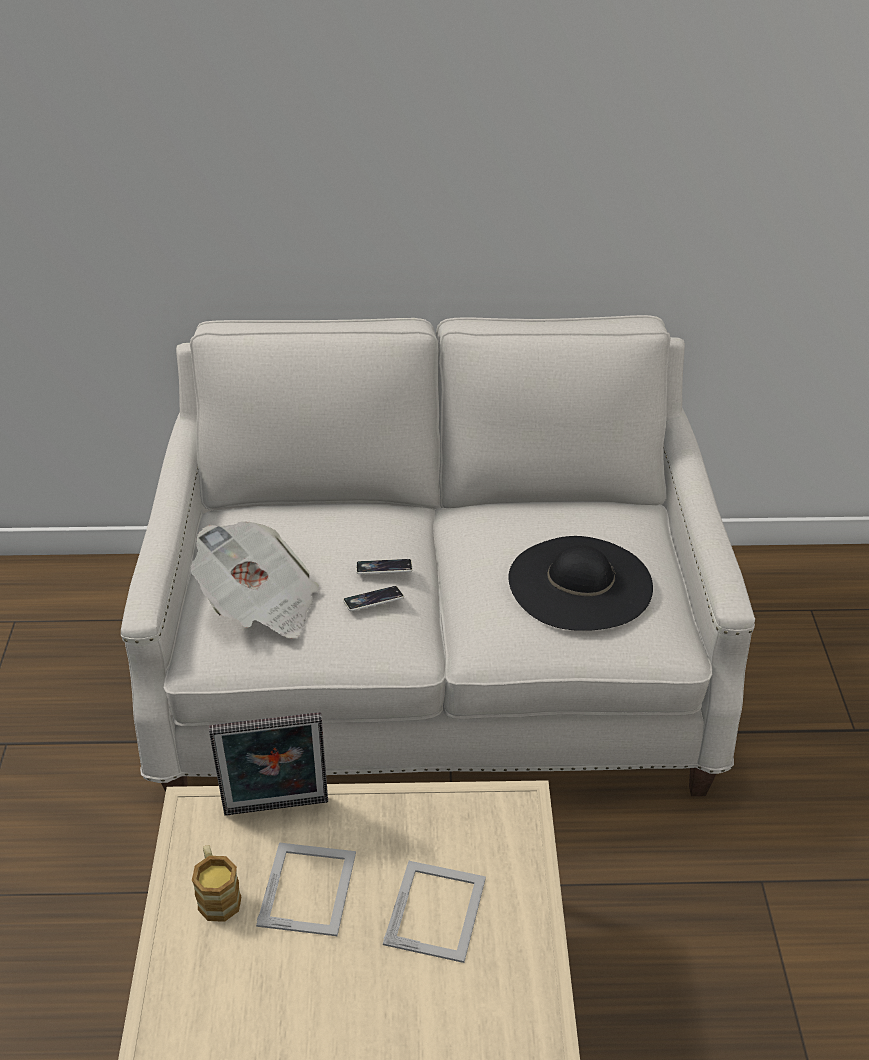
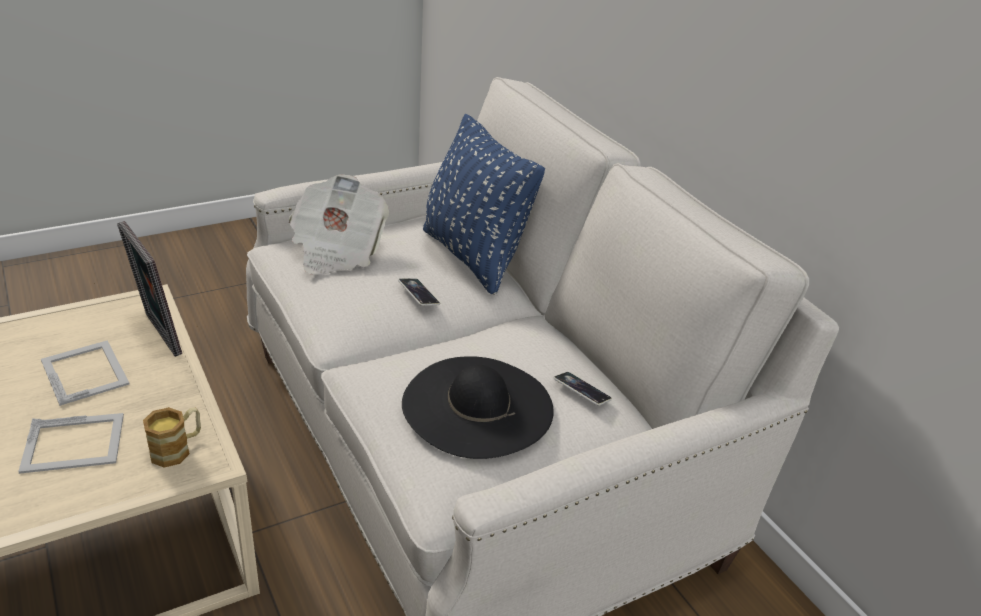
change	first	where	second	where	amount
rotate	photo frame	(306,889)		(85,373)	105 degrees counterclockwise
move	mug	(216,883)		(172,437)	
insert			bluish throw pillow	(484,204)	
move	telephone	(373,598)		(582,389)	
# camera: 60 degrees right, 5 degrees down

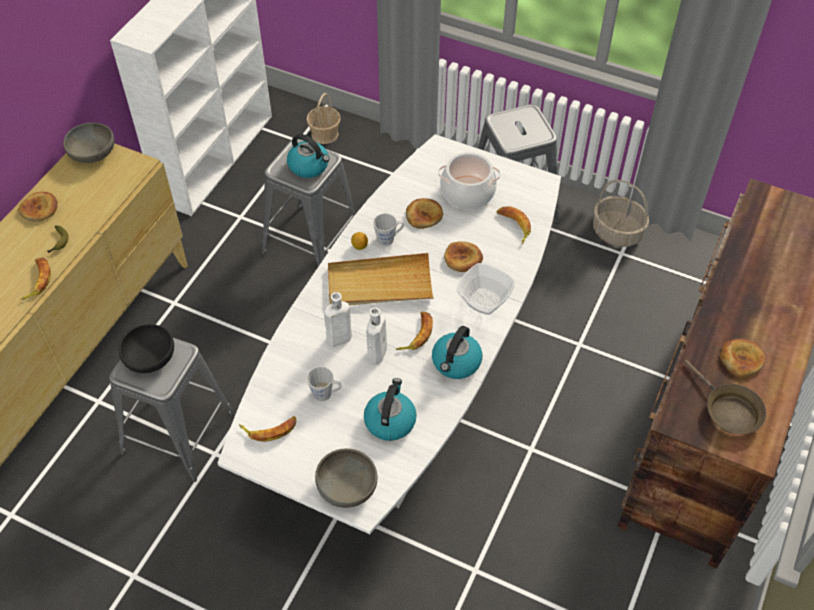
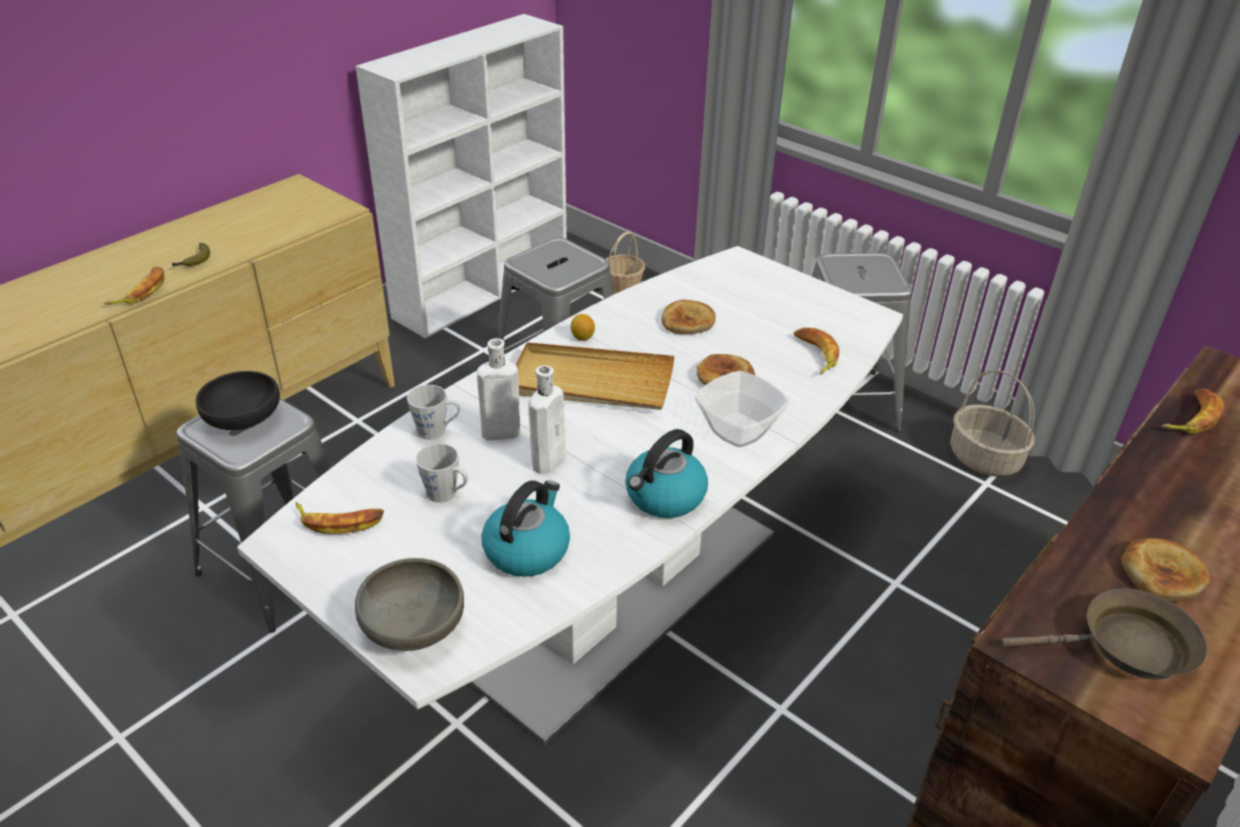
change	first	where	second	where	amount
move	gray mug	(388,229)		(433,412)	
rotate	brown frying pan	(725,397)		(1104,634)	75 degrees counterclockwise
move	banana fruit	(414,331)		(1192,411)	
delete	baked bread	(38,206)			
delete	gray bowl	(89,142)			
delete	kettle	(308,156)			
delete	stockpot	(469,181)			
# camera: 15 degrees right, 15 degrees down

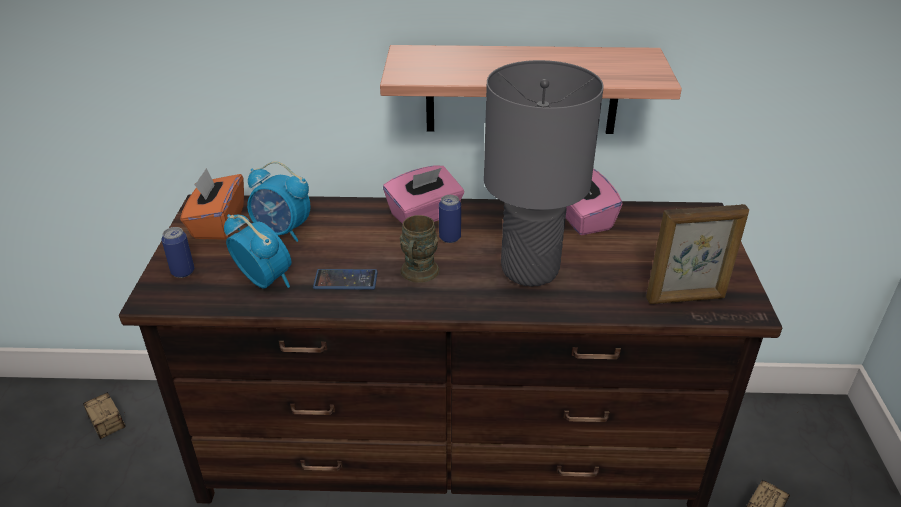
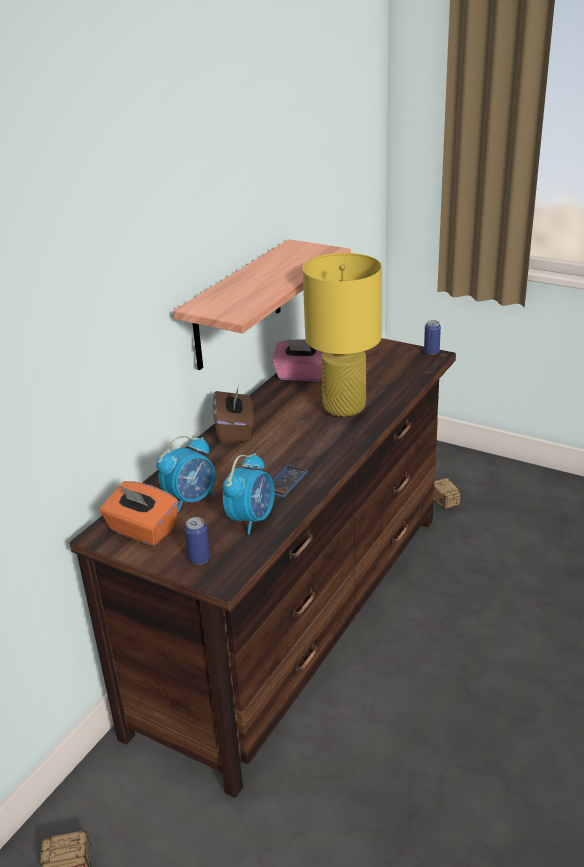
change	first	where	second	where	amount
recolor	pinkish tissue holder	(423,195)	brown tissue holder	(233,414)	
rotate	alarm clock	(258,251)		(248,493)	135 degrees clockwise
recolor	gray tabletop lamp	(544,173)	yellowish tabletop lamp	(342,335)	
move	sealed can	(450,219)		(432,337)	
delete	brown mug	(419,249)			
delete	photo frame	(697,254)			
# camera: 60 degrees left, 5 degrees down

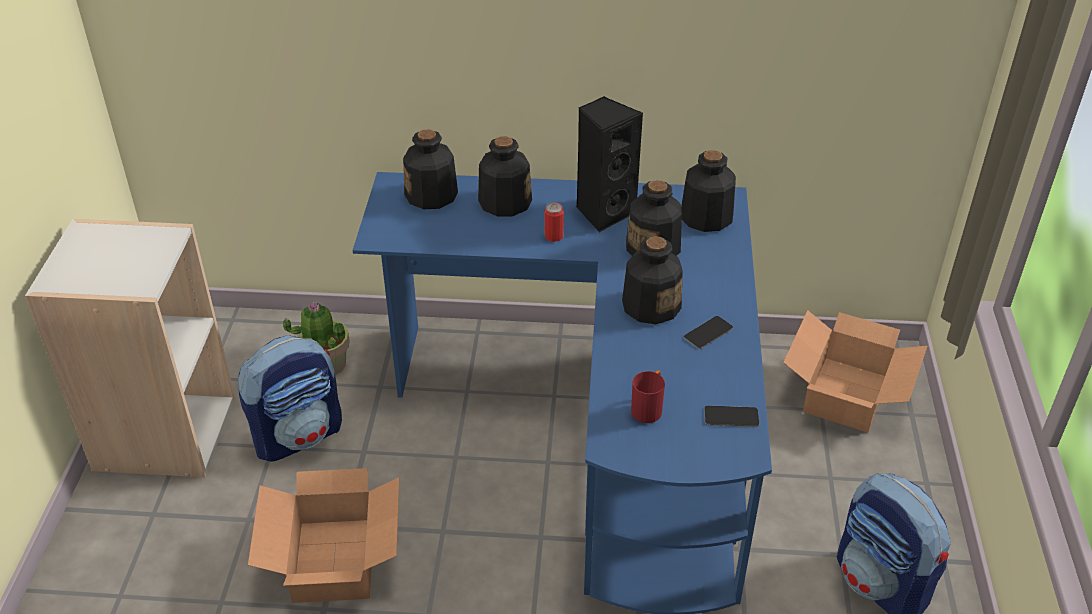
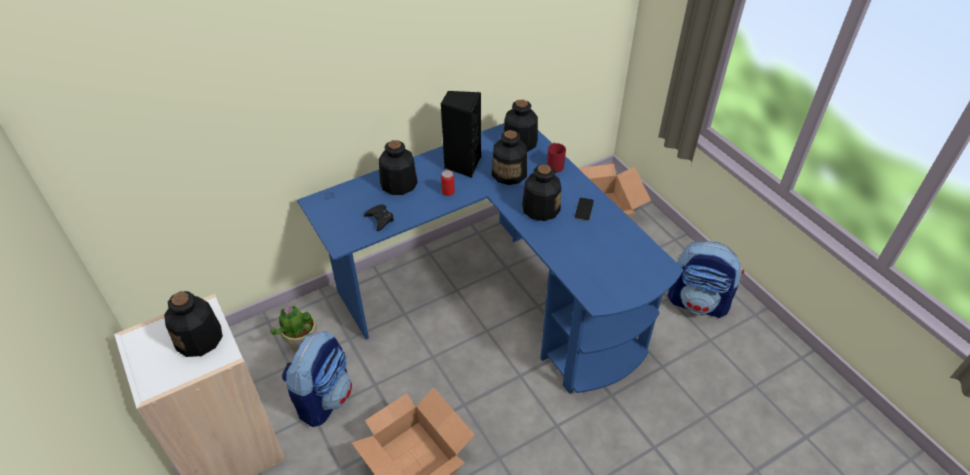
change	first	where	second	where	amount
move	bottle	(430,169)		(193,324)	
insert			black-coloured gamepad	(379,218)	
move	reddish mug	(648,396)		(556,157)	
delete	telephone	(731,416)			
# camera: 35 degrees left, 5 degrees up

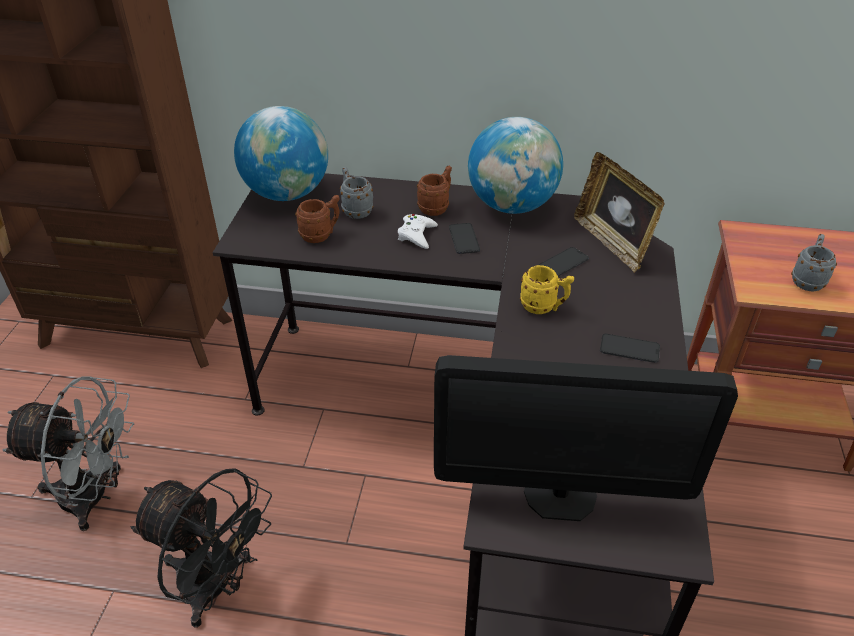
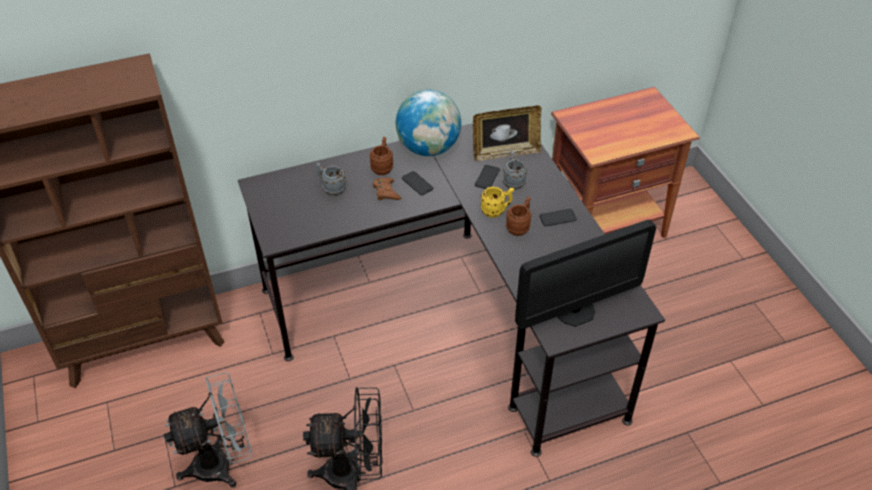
change	first	where	second	where	amount
recolor	white-coloured gamepad	(418,231)	brown gamepad	(387,189)	
rotate	photo frame	(619,212)		(507,133)	45 degrees counterclockwise
move	gray mug	(814,263)		(515,170)	
move	brown mug	(317,219)		(519,216)	
delete	world globe	(281,153)			
# camera: 30 degrees left, 5 degrees up

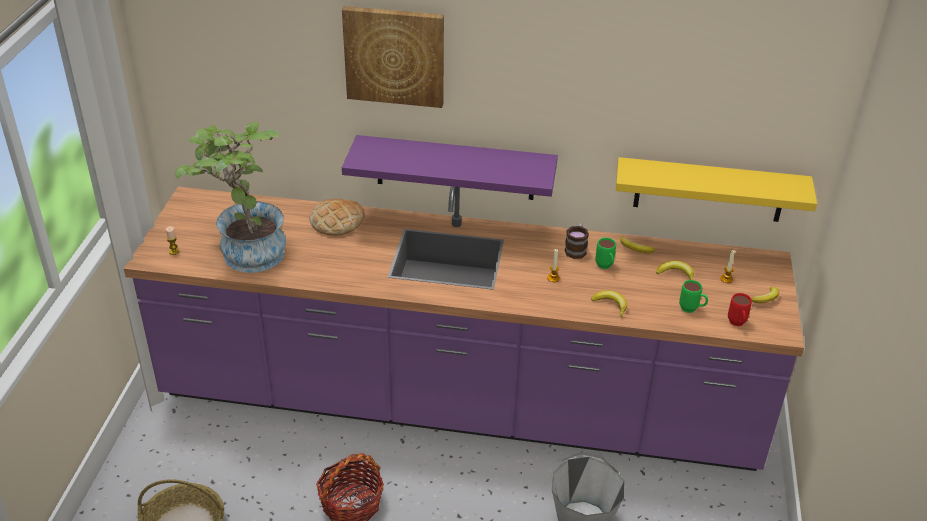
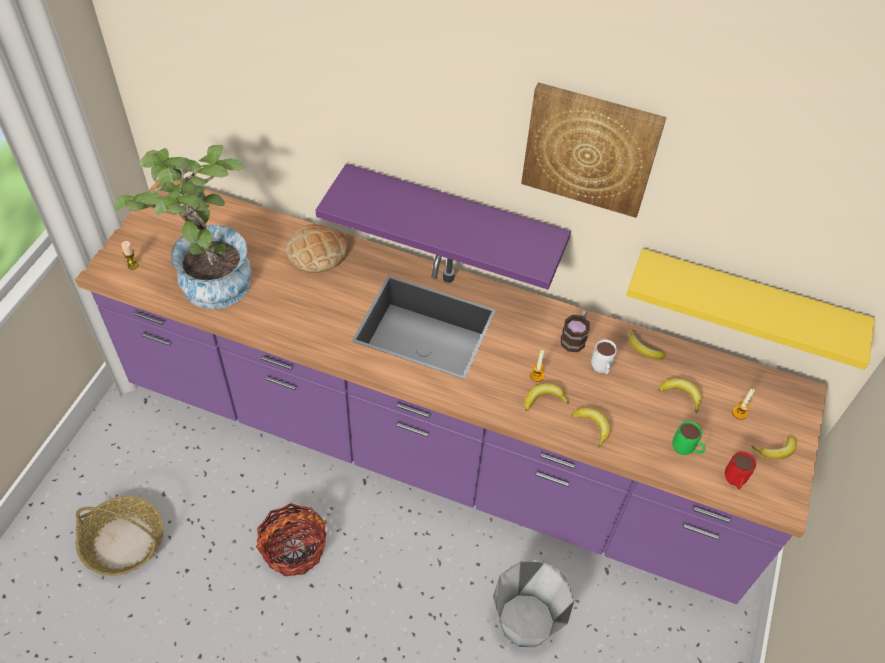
change	first	where	second	where	amount
move	picture	(393,57)		(594,150)	
insert			banana fruit	(546,397)	
recolor	greenish mug	(605,253)	white-coloured mug	(604,357)	
# camera: 10 degrees right, 15 degrees up

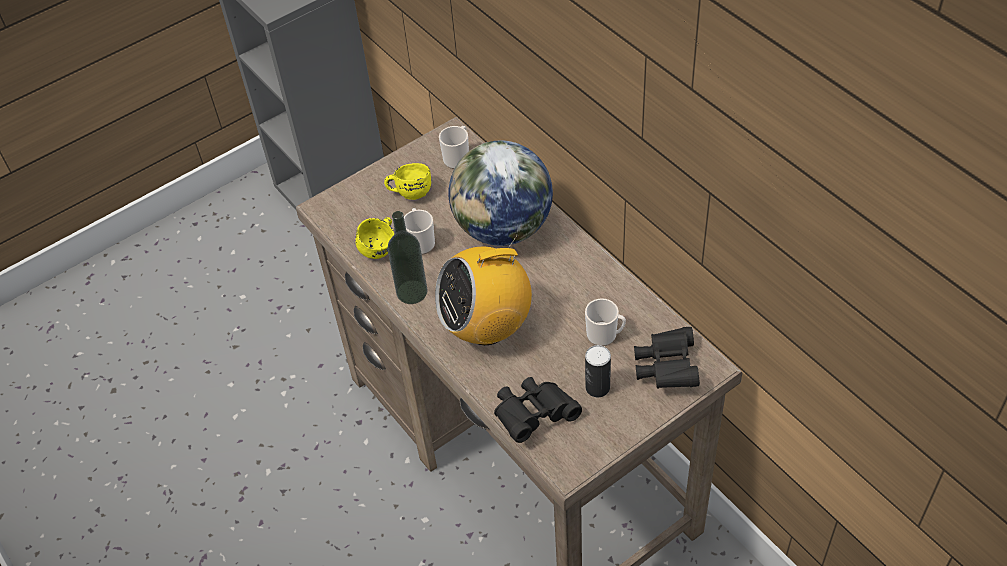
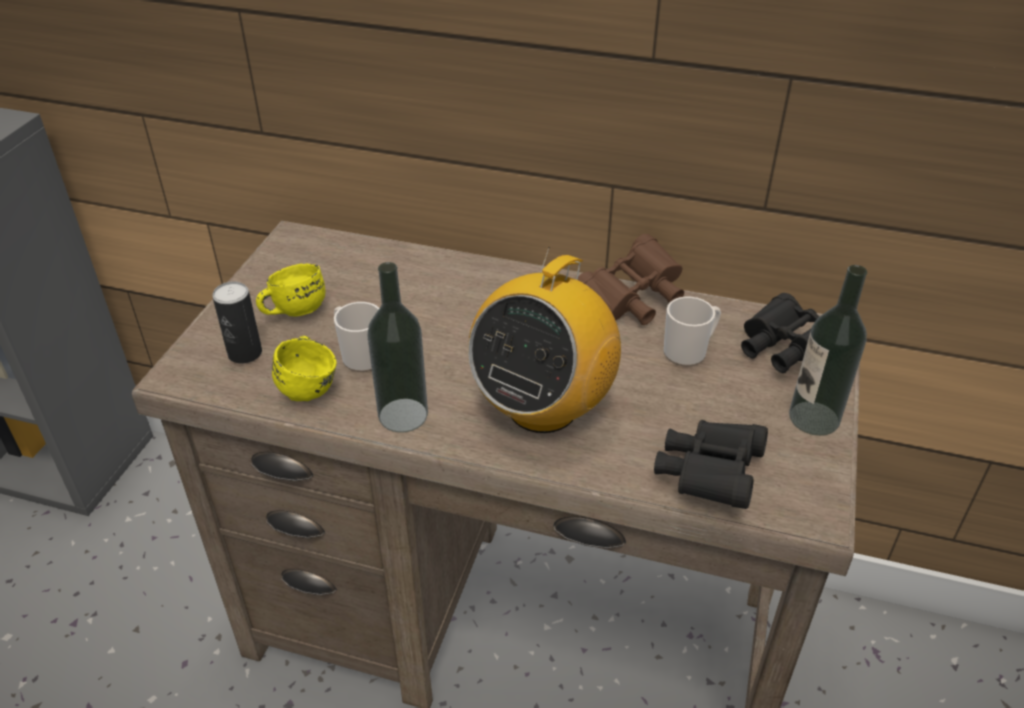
change	first	where	second	where	amount
move	sealed can	(598,371)		(237,322)	
insert			brown binoculars	(631,279)	
insert			bottle	(828,350)	
delete	mug	(454,147)			
delete	world globe	(501,193)			
# camera: 40 degrees left, 10 degrees down

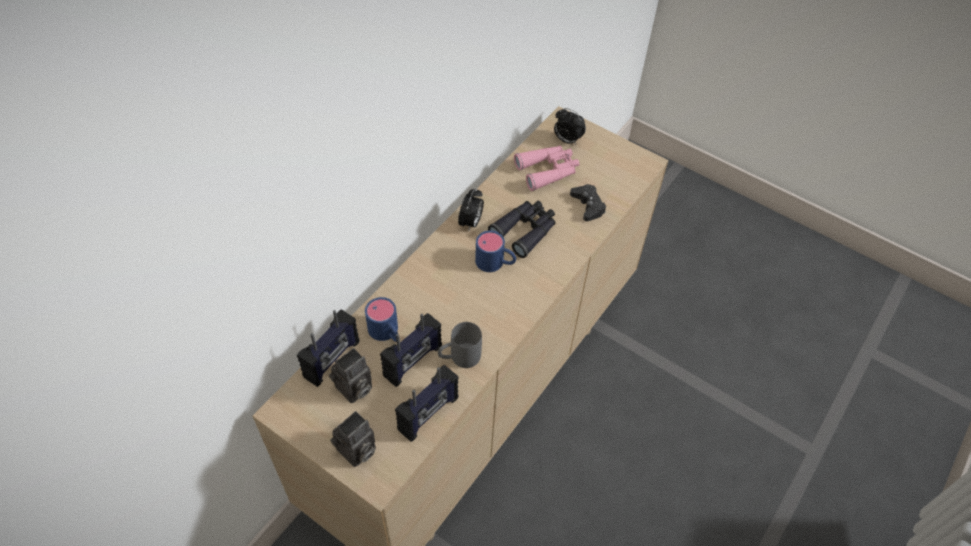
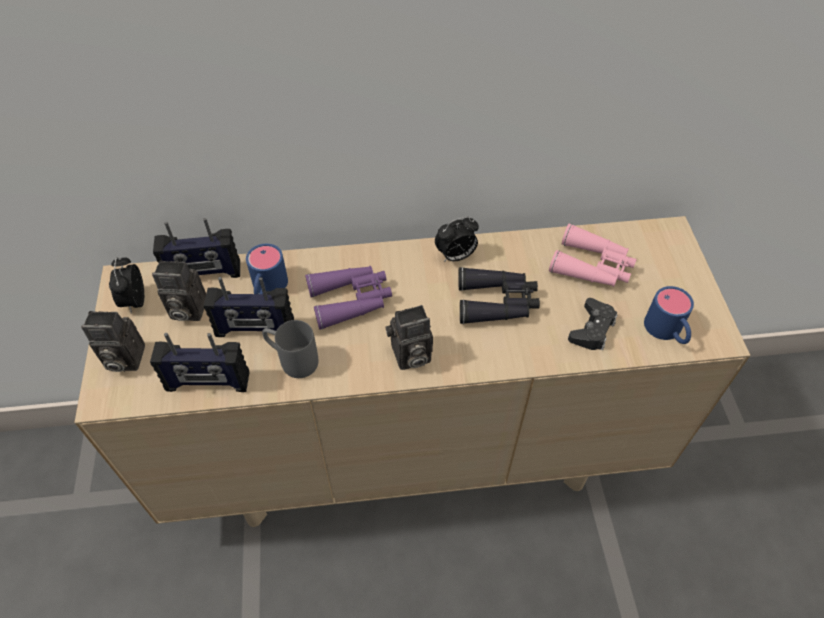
change	first	where	second	where	amount
move	alarm clock	(570,126)		(126,285)	
insert			purple-coloured binoculars	(348,298)	
insert			still camera	(409,337)	
move	bluish mug	(495,251)		(669,315)	
# camera: 50 degrees right, 0 degrees up

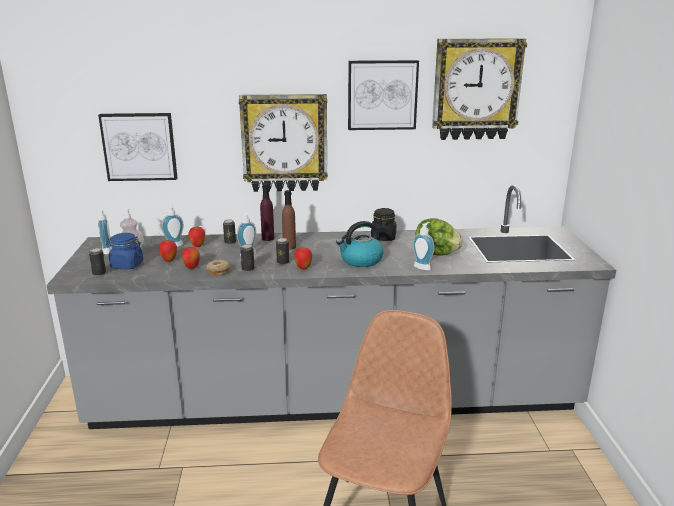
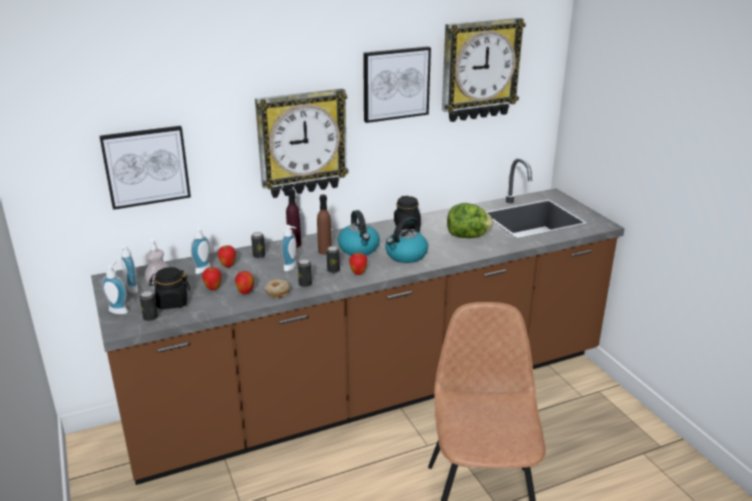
change	first	where	second	where	amount
recolor	gray kitchen base unit	(331,307)	brown kitchen base unit	(358,321)	
move	soap dispenser	(424,246)		(115,288)	
recolor	bluish jar	(124,251)	black-coloured jar	(169,288)	
insert			kettle	(359,232)	
# camera: 20 degrees left, 5 degrees up

